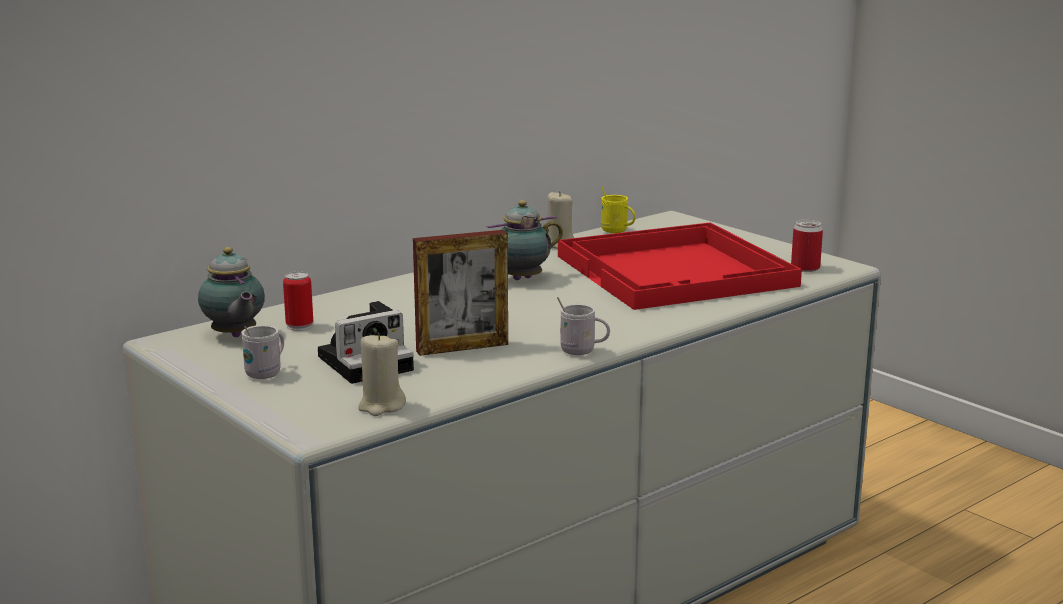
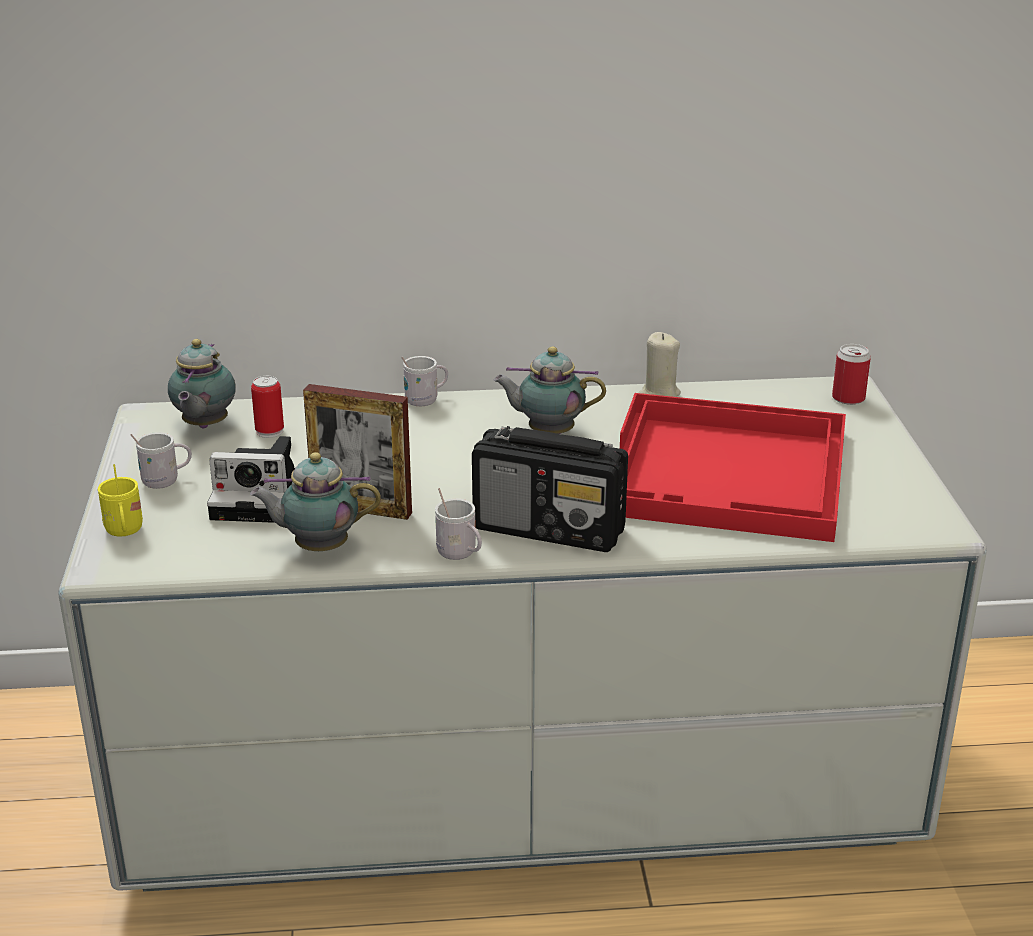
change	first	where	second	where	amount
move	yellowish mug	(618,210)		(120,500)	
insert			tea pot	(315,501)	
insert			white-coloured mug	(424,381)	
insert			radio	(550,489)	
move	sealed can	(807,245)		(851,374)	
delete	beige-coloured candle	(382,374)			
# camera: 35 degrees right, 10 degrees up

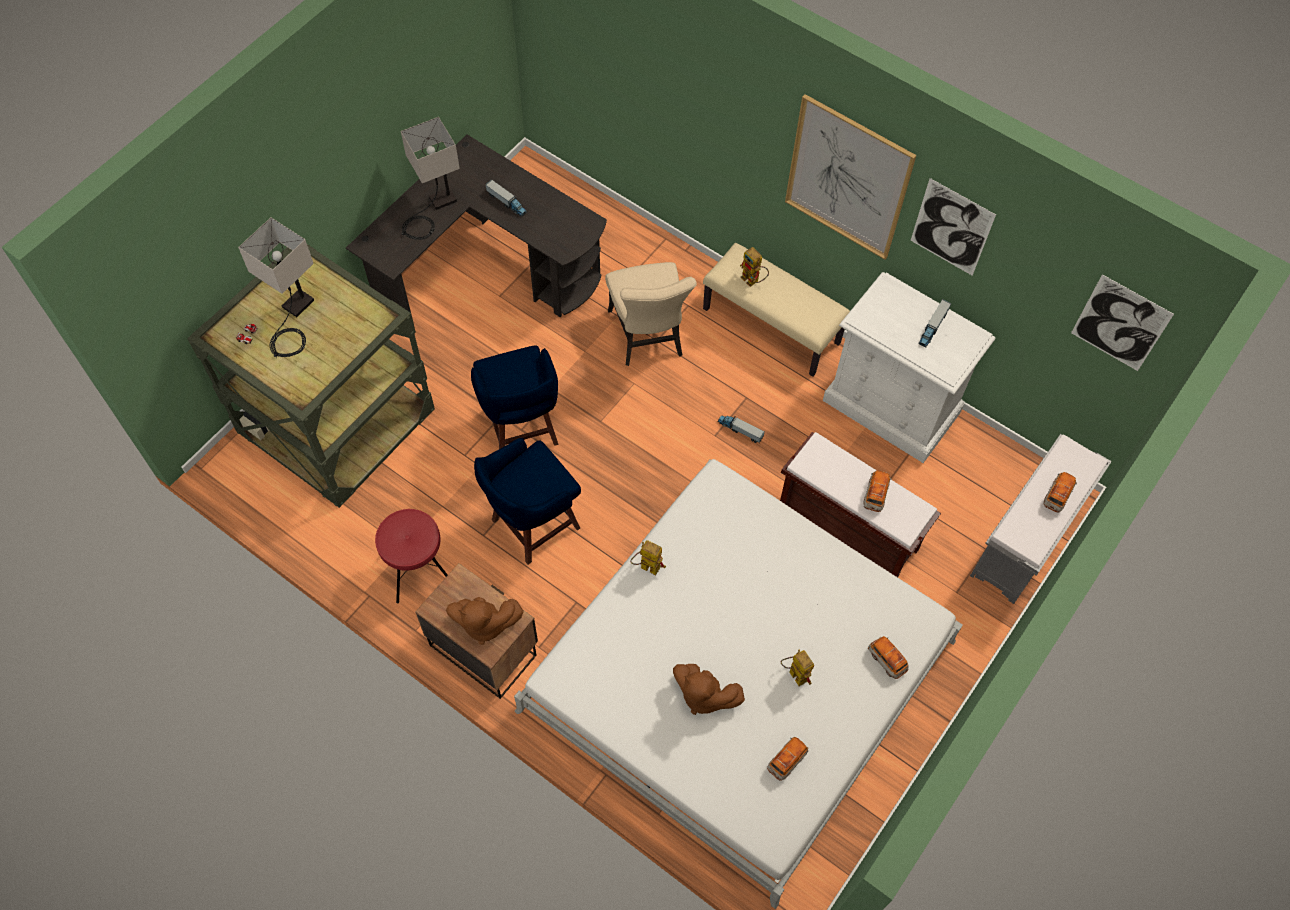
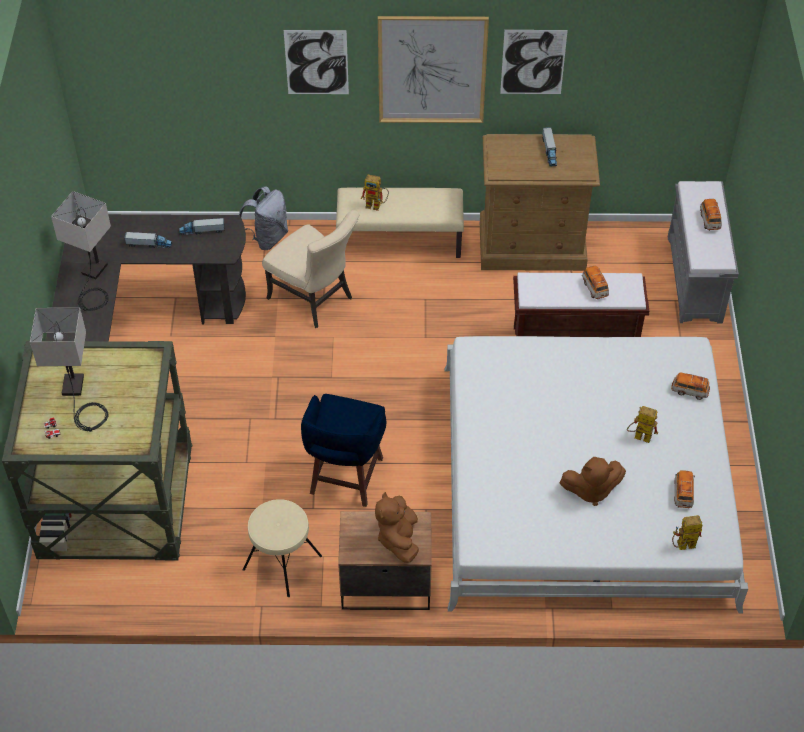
change	first	where	second	where	amount
move	model truck	(740,429)		(202,226)	
insert			gray rucksack	(263,218)	
recolor	reddish stool seat	(411,556)	beige-coloured stool seat	(282,548)	
move	picture	(1122,322)		(316,62)	
rotate	brown cuddly toy	(485,621)		(397,527)	120 degrees clockwise
recolor	white-coloured dresser	(909,367)	brown dresser	(540,202)	
move	toy robot	(648,557)		(687,532)	
delete	bluish stool seat	(514,397)			
# camera: 35 degrees left, 10 degrees down

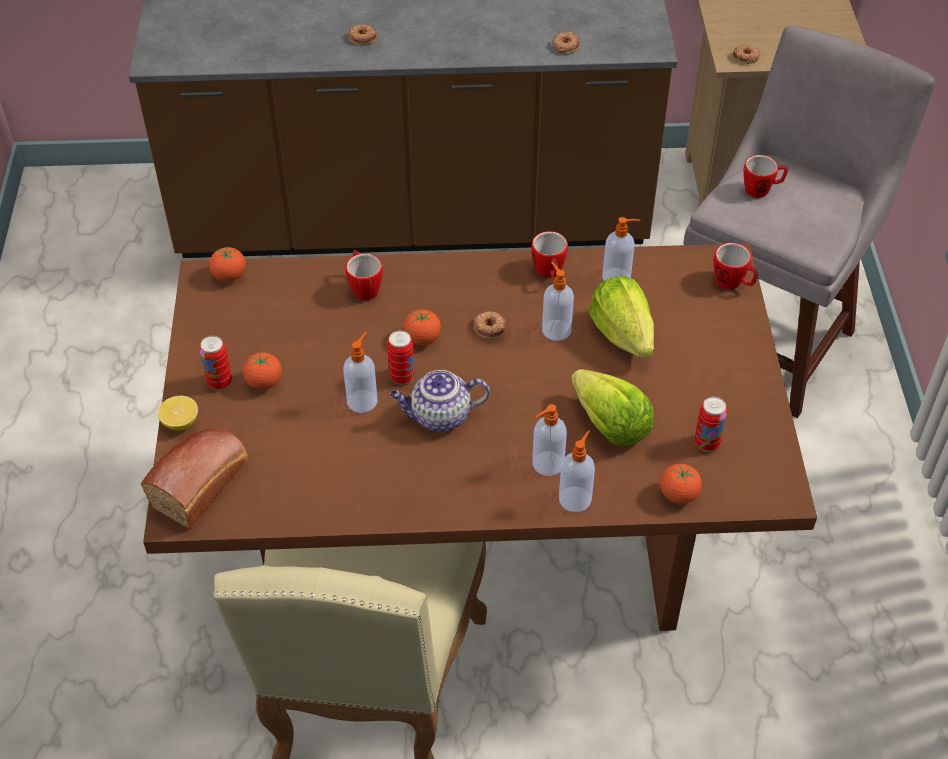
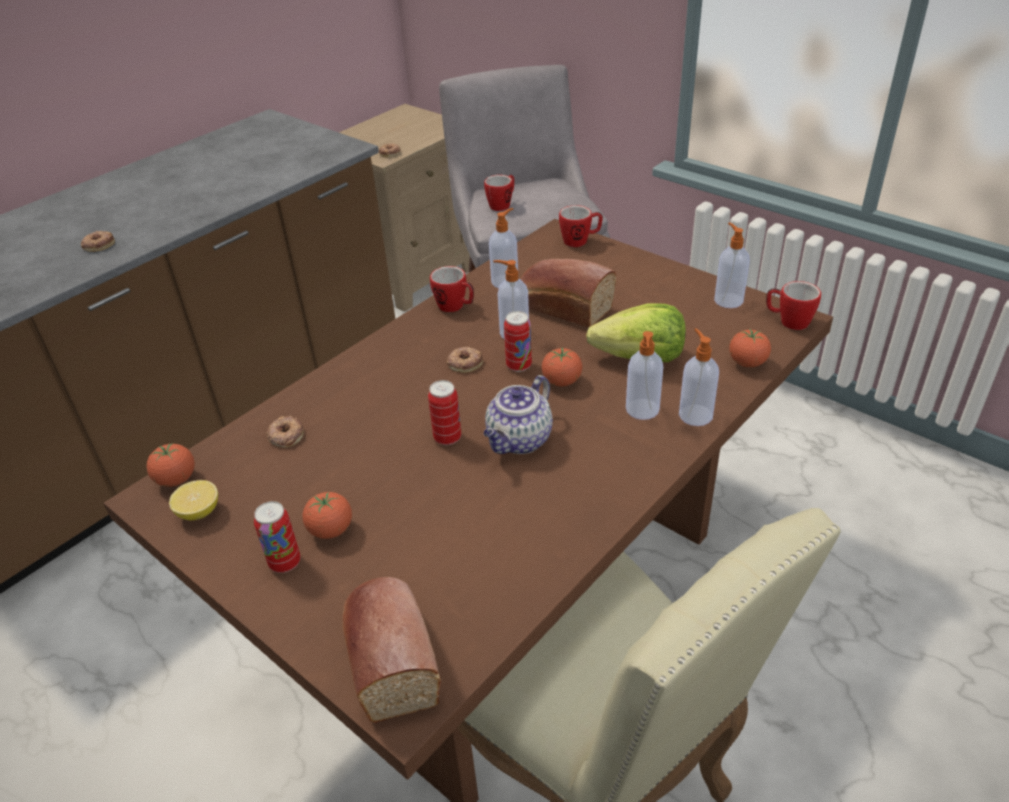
change	first	where	second	where	amount
move	whole lemon	(178,413)		(193,500)	
move	donut	(566,43)		(285,432)	
move	sealed can	(710,424)		(518,341)	
replace	head of lettuce	(621,317)	baked bread	(568,293)	
move	whole tomato	(422,327)		(562,367)	
move	soap dispenser	(360,372)		(732,265)	
move	mug	(364,275)		(793,305)	
# camera: 45 degrees left, 10 degrees down

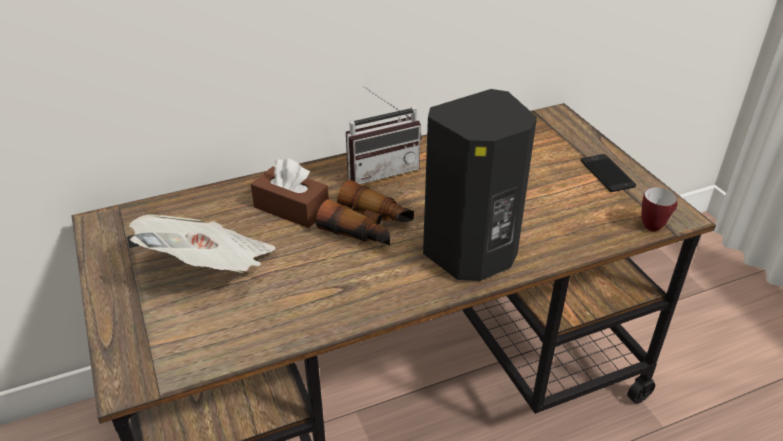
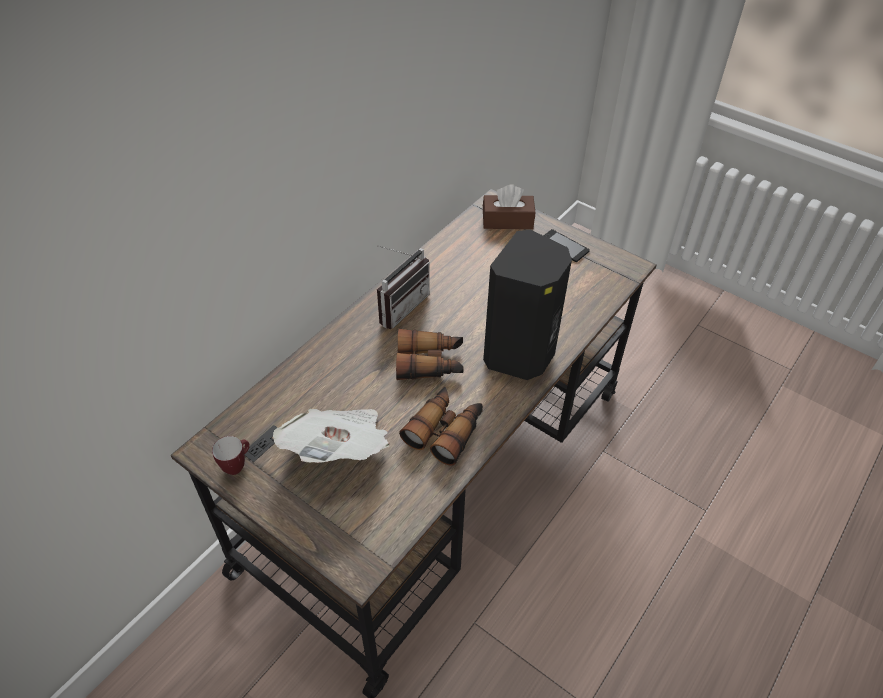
change	first	where	second	where	amount
move	mug	(659,209)		(231,455)	
insert			binoculars	(441,426)	
move	brown tissue holder	(290,193)		(509,206)	
# camera: 30 degrees left, 10 degrees up

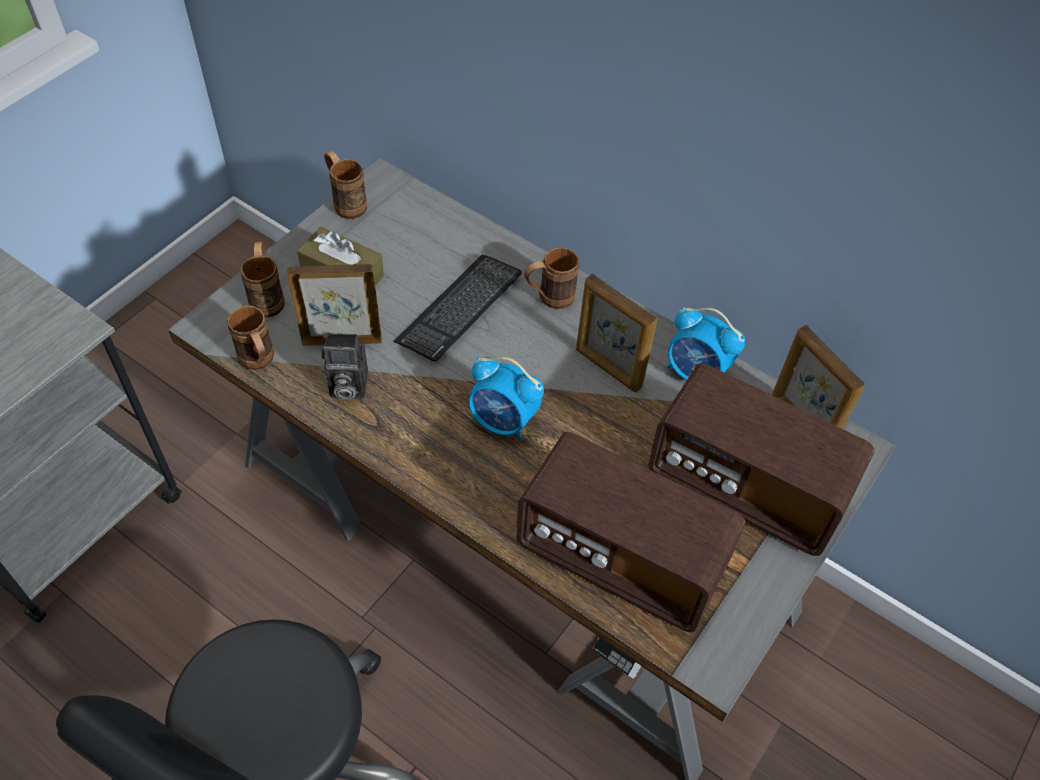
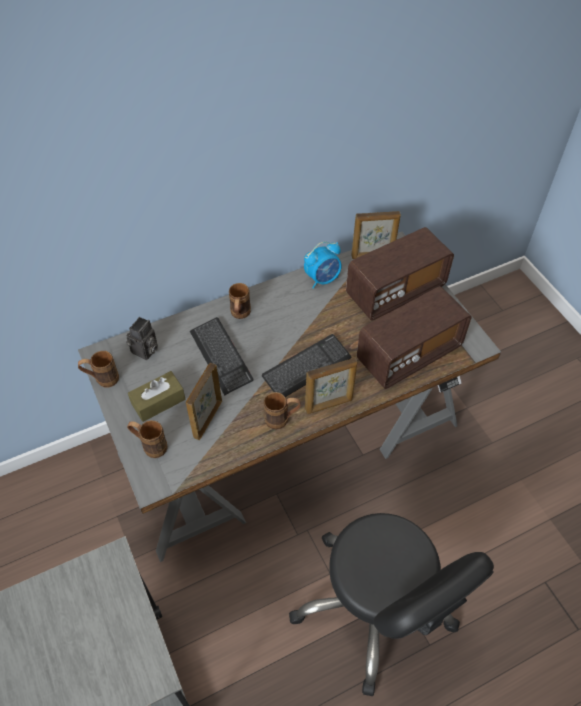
change	first	where	second	where	amount
move	still camera	(345,366)		(142,338)	
replace	alarm clock	(506,399)	PC keyboard	(307,365)	
move	brown mug	(250,337)		(282,410)	
move	photo frame	(616,333)		(331,386)	
# camera: 60 degrees left, 0 degrees up

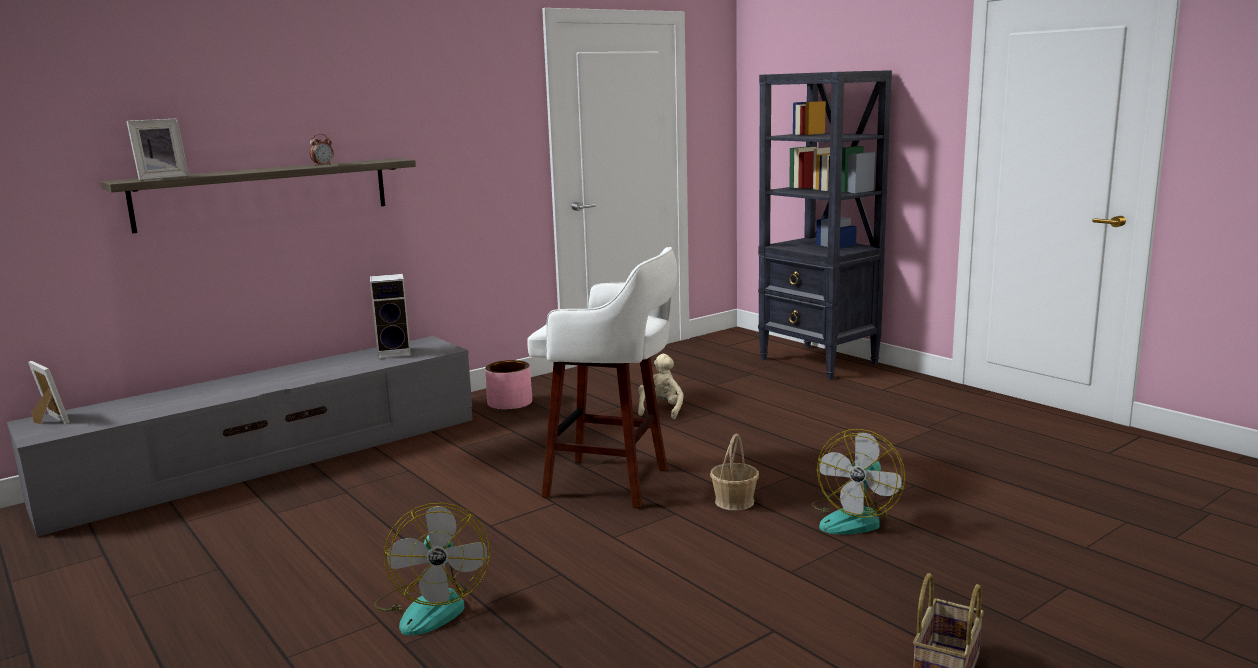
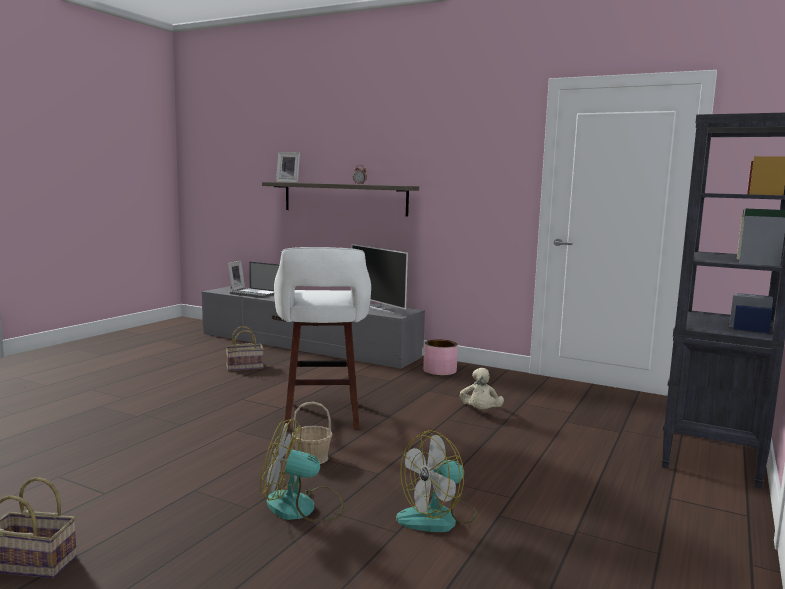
change	first	where	second	where	amount
insert			household basket	(244,348)	
insert			portable computer	(255,279)	
replace	loudspeaker	(390,316)	TV set	(380,278)	
move	electric fan	(432,569)		(437,481)	
rotate	beige-coloured cuddly toy	(661,386)		(482,388)	105 degrees clockwise
# camera: 65 degrees right, 5 degrees down

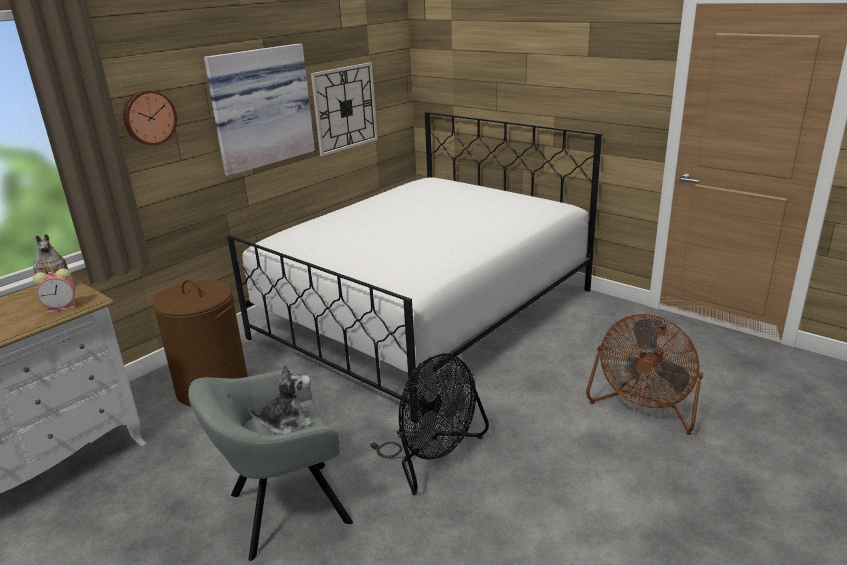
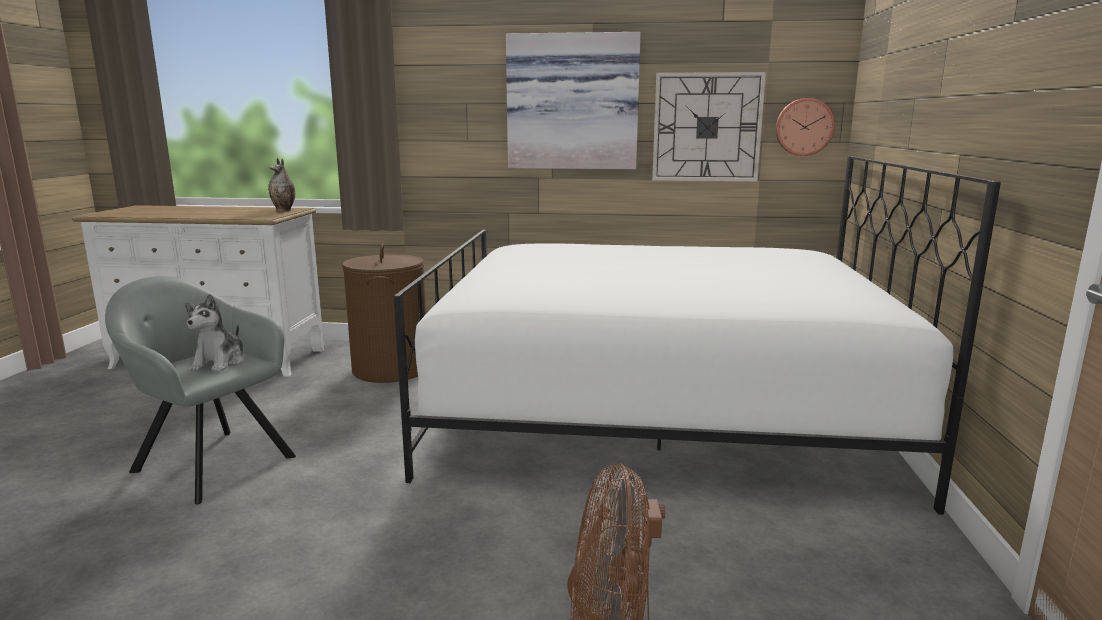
change	first	where	second	where	amount
rotate	cuddly toy	(280,399)		(215,333)	60 degrees clockwise
move	clock on the wall	(150,117)		(805,127)	
delete	alarm clock	(54,291)			
delete	black-coloured electric fan	(429,424)			
# camera: 55 degrees right, 10 degrees down

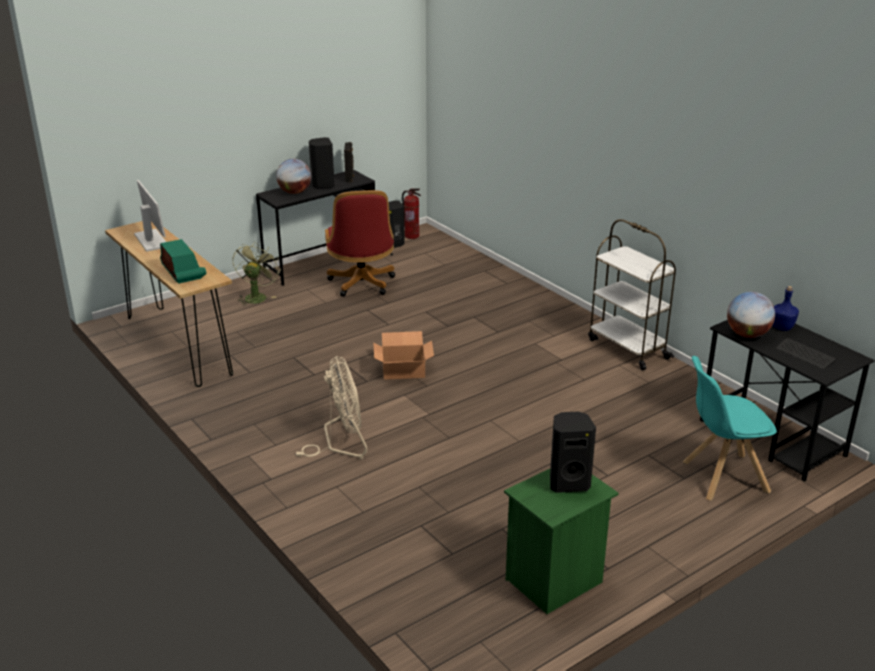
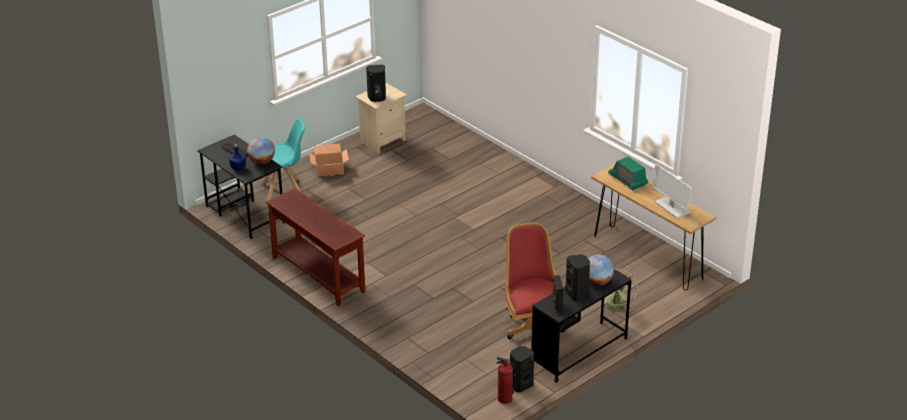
change	first	where	second	where	amount
replace	white-coloured trolley	(632,294)	brown console table	(315,247)	
move	carton	(403,355)		(329,160)	
recolor	greenish night table	(561,541)	beige-coloured night table	(381,118)	
delete	beige-coloured electric fan	(330,407)			
# camera: 175 degrees right, 5 degrees up

